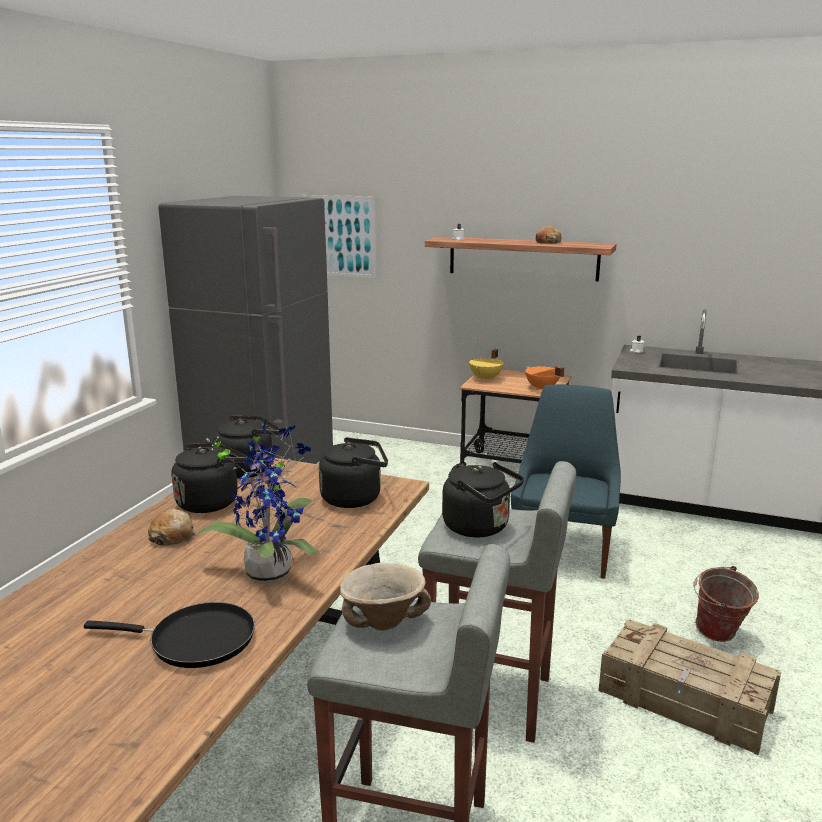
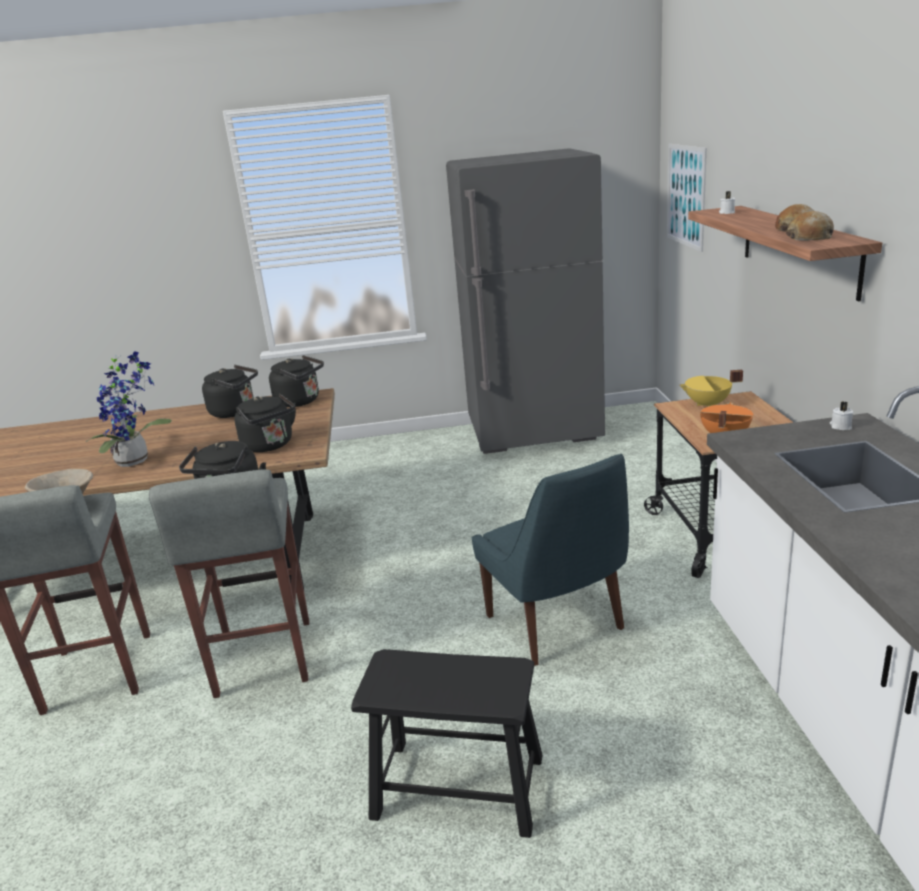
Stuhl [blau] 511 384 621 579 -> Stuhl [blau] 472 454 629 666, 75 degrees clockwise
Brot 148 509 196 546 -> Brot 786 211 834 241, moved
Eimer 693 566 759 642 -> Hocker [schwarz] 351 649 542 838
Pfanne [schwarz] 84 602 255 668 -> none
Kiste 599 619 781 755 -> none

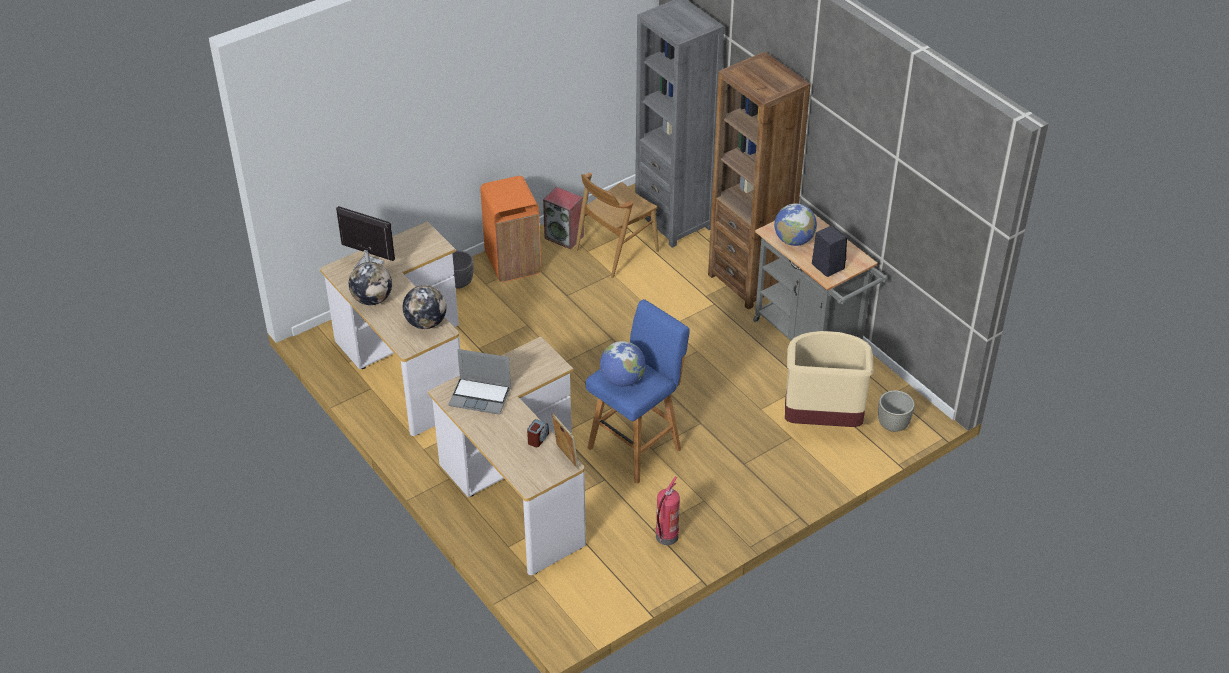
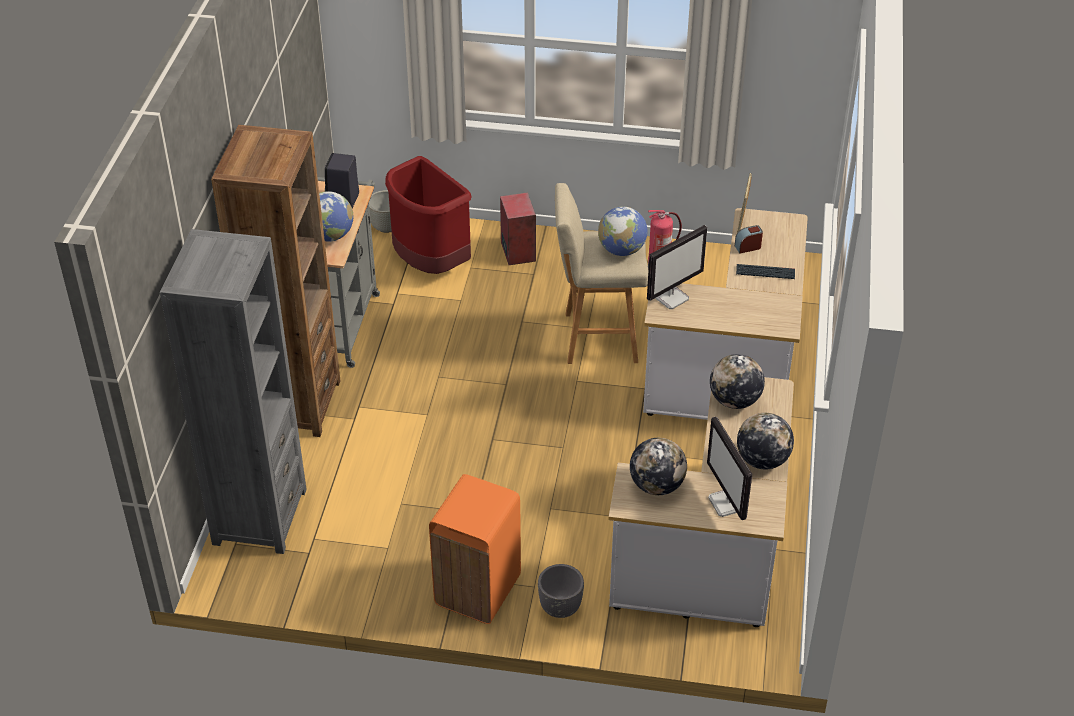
Stuhl [braun] 575 173 659 278 -> none
Lautsprecher 543 187 584 249 -> Lautsprecher 500 192 536 265, moved
Hocker [blau] 586 299 690 484 -> Hocker [beige] 555 183 648 364
Mülleimer [beige] 785 331 873 427 -> Mülleimer [rot] 385 156 471 274
Laptop 448 349 511 414 -> none
none -> Monitor 647 225 707 309
none -> Tastatur 736 264 795 279
none -> Globus 630 438 687 495

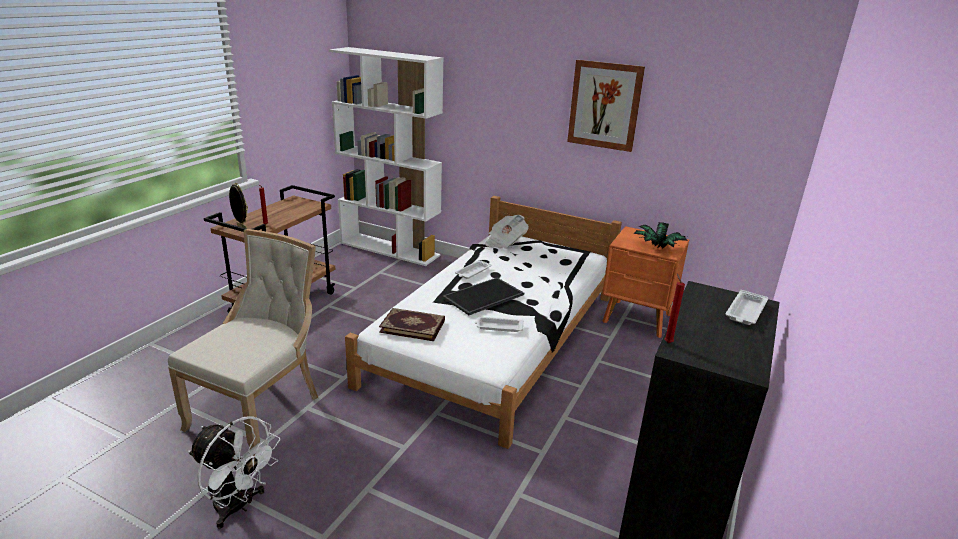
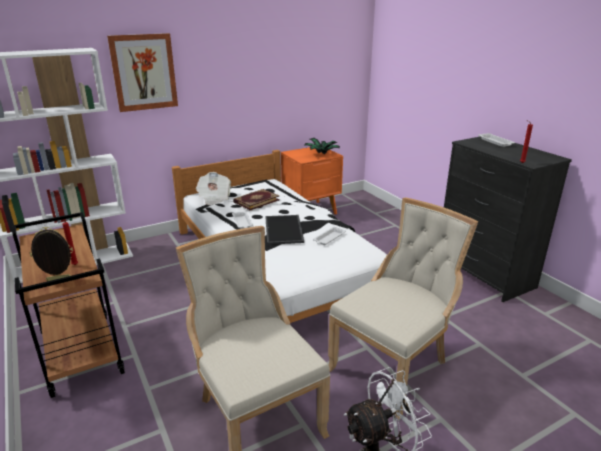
Bild 567 60 645 152 -> Bild 107 33 178 112, moved
Buch 379 308 445 341 -> Buch 233 189 279 210, moved
none -> Stuhl [beige] 328 197 478 419

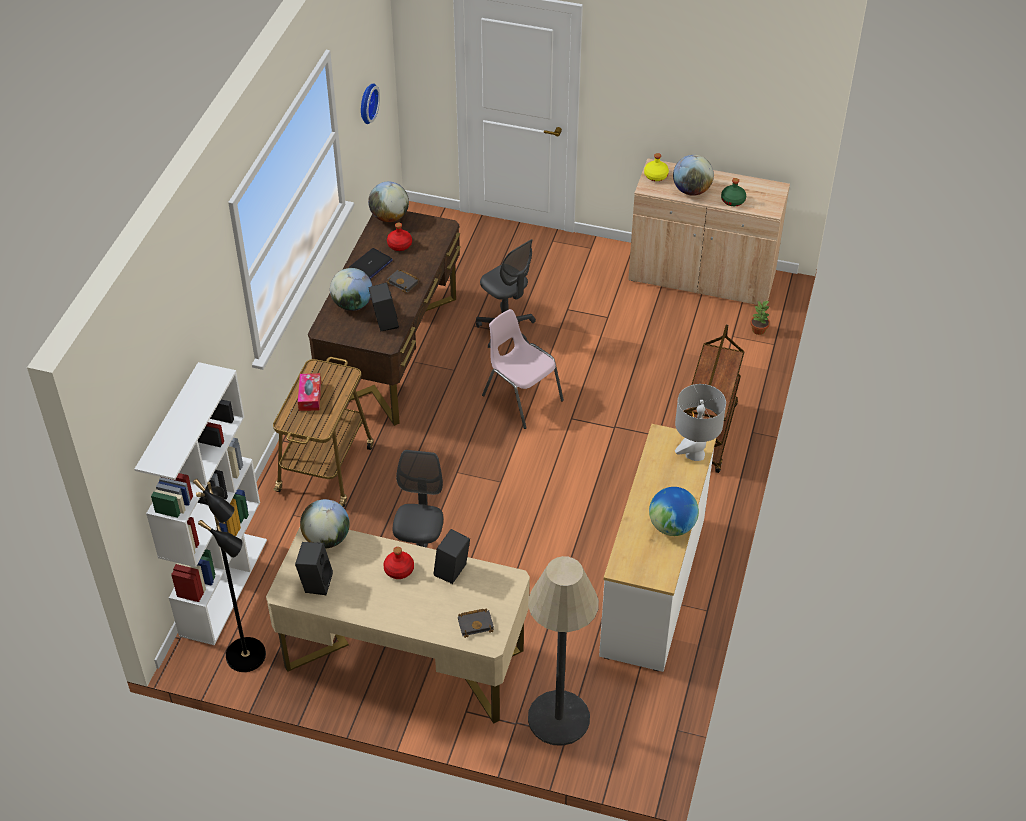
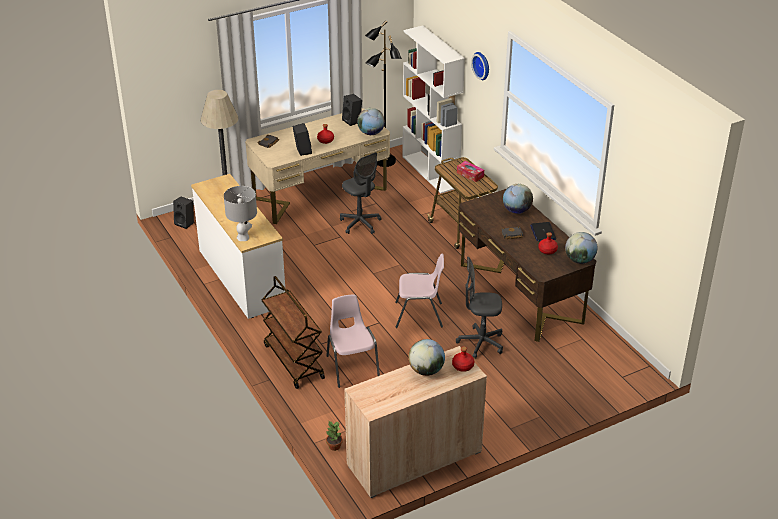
Wanduhr 361 83 380 124 -> Wanduhr 471 52 489 80, moved
Flasche [gelb] 644 153 669 181 -> Flasche [rot] 452 347 474 372
Flasche [grün] 721 178 746 206 -> none
Lautsprecher [schwarz] 368 282 399 332 -> Lautsprecher [schwarz] 173 196 194 229, moved
Globus 649 487 699 536 -> none
none -> Stuhl [rosa] 326 295 380 388

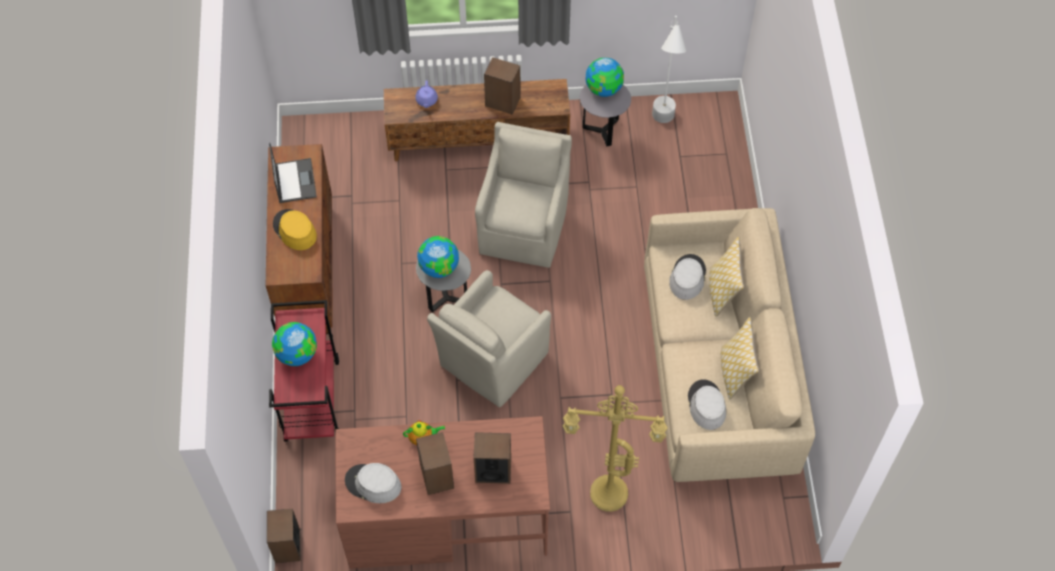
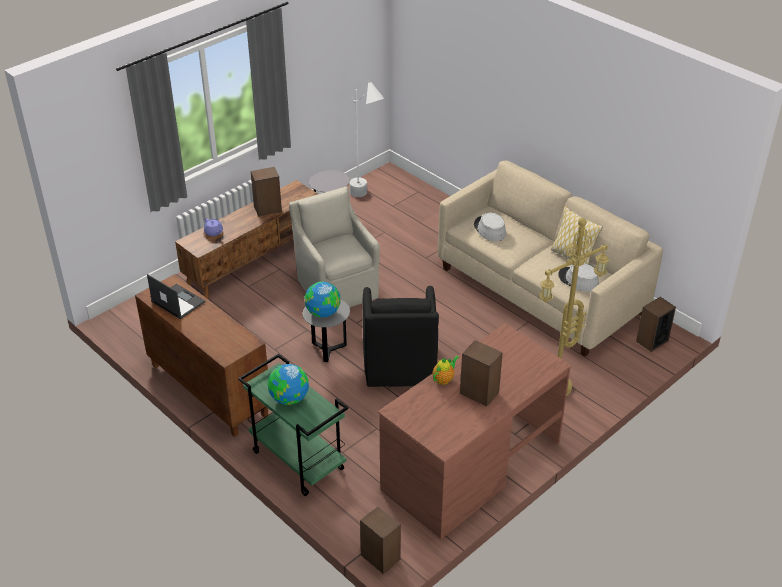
Globus 586 58 624 97 -> none
Hut [gelb] 273 209 317 250 -> none
Kissen 709 237 744 317 -> none
Sessel [beige] 427 270 551 407 -> Sessel [schwarz] 362 286 439 387
Rollwagen [rot] 269 300 339 442 -> Rollwagen [grün] 238 354 348 496
Lautsprecher 473 432 511 484 -> Lautsprecher 636 297 676 352, moved
Hut [grau] 345 463 401 503 -> none

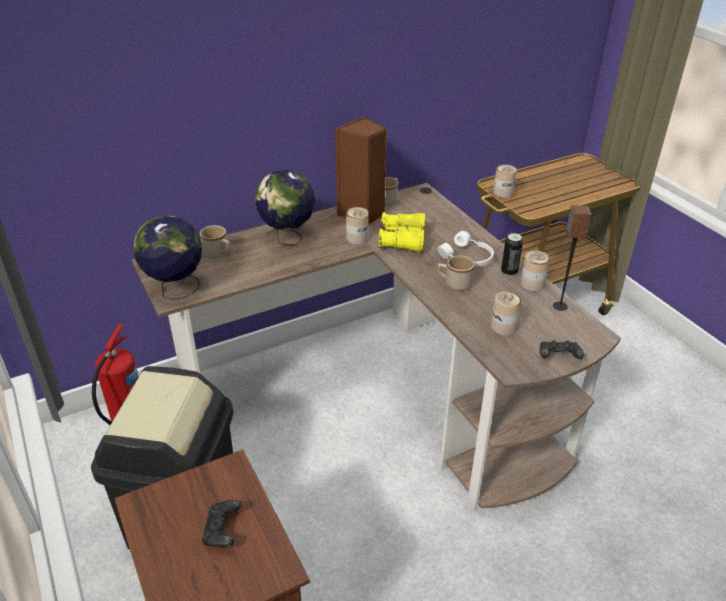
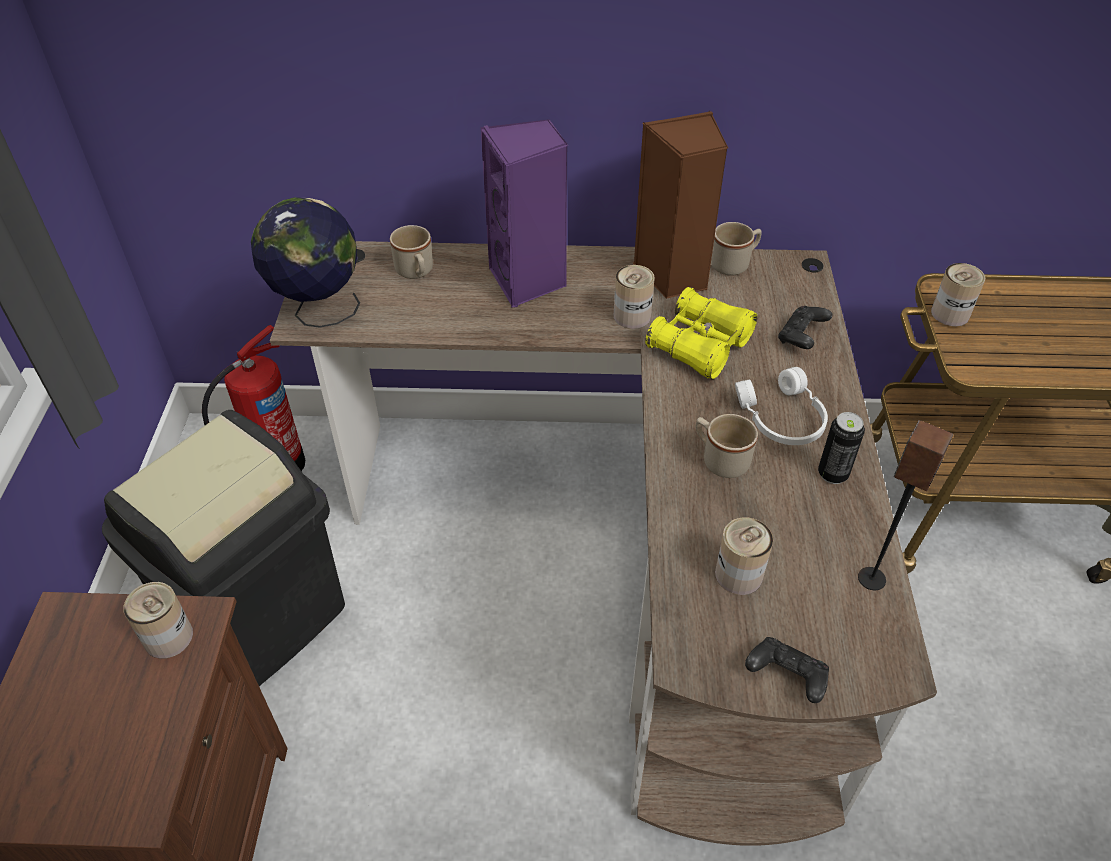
Globus 255 170 315 245 -> Lautsprecher [lila] 480 119 569 308
Dose 521 251 550 291 -> Dose 123 582 193 659, moved
Gamepad [schwarz] 202 499 241 548 -> Gamepad [schwarz] 778 306 832 349, moved

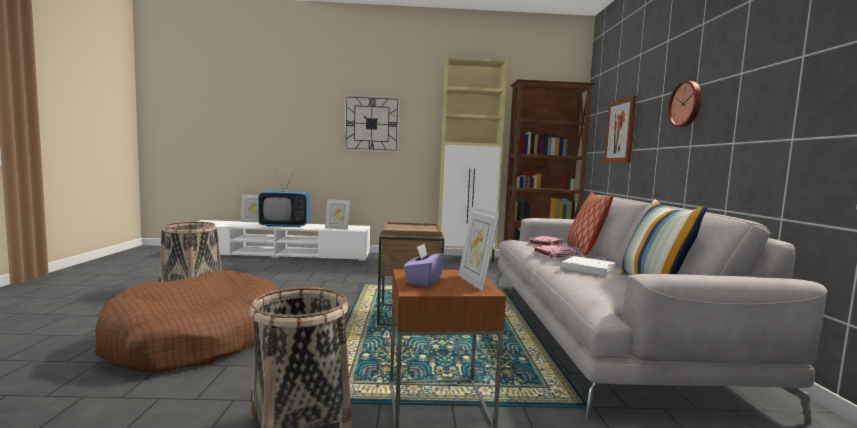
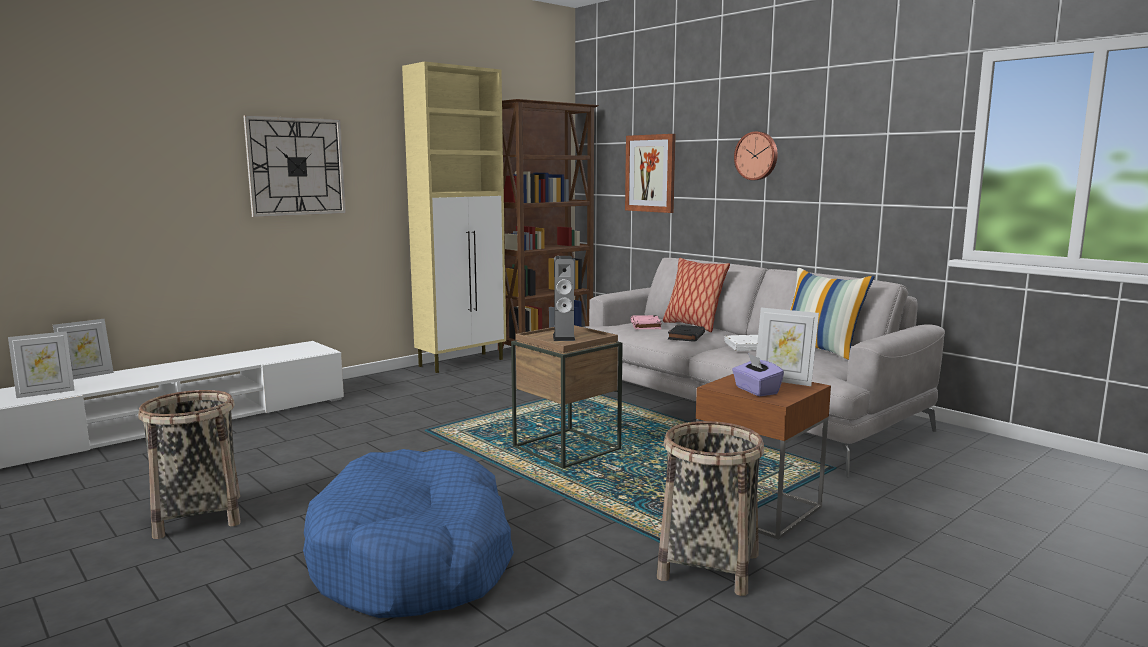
Fernseher 258 169 310 227 -> none
Bilderrahmen 325 199 350 230 -> Bilderrahmen 8 331 75 398, moved
Buch [rosa] 533 245 577 258 -> Buch [schwarz] 668 325 705 342
Hundebett [braun] 95 270 276 373 -> Hundebett [blau] 303 449 514 618
none -> Lautsprecher 553 256 575 341

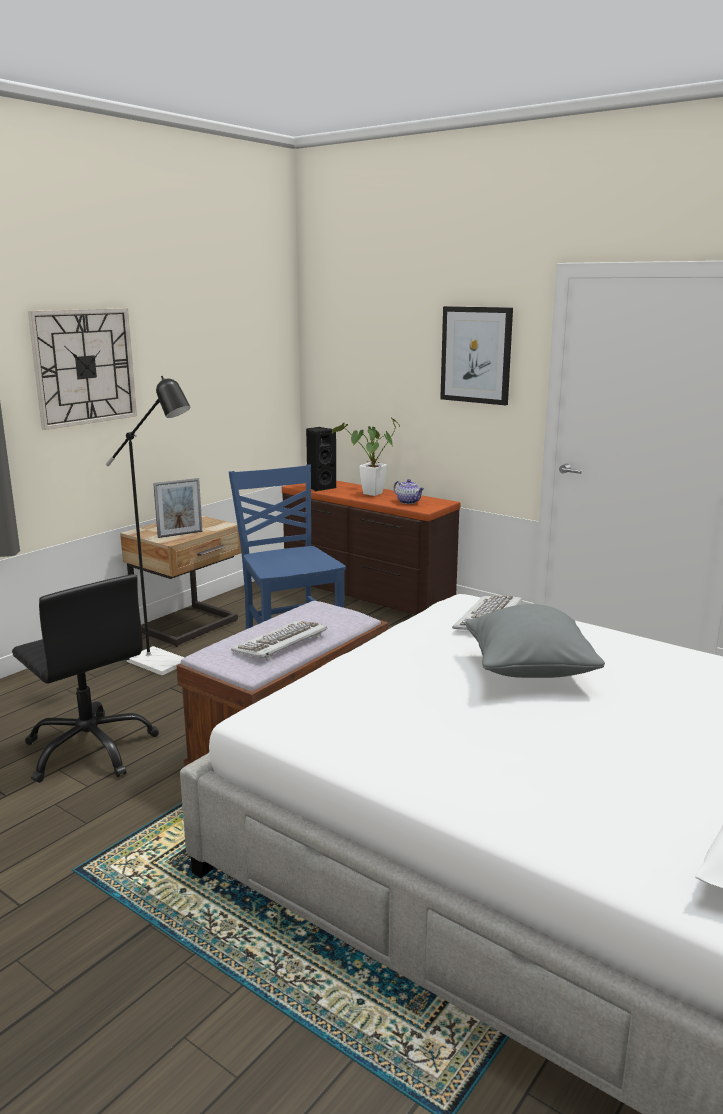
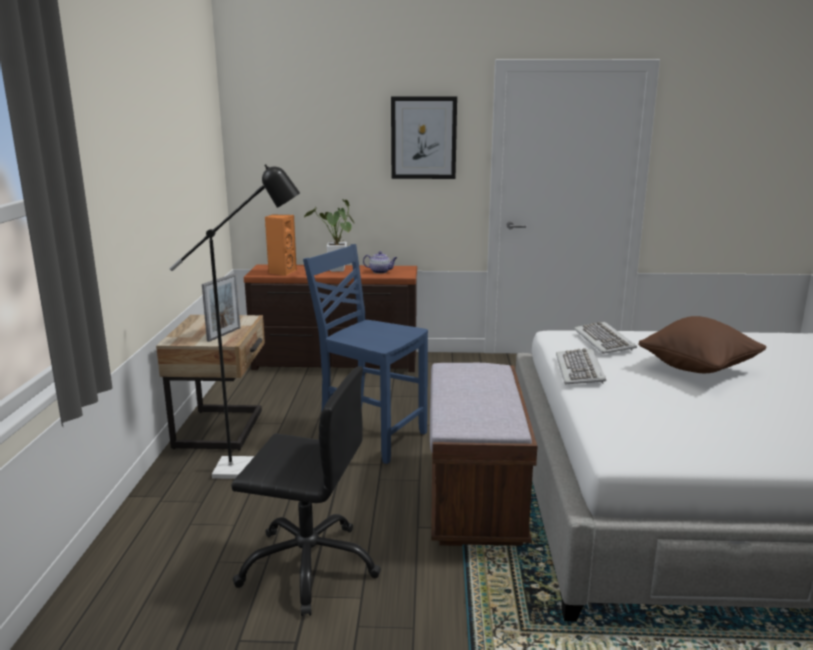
Wanduhr 28 308 137 430 -> none
Lautsprecher [schwarz] 306 427 336 492 -> Lautsprecher [orange] 265 214 297 276
Kissen [grau] 465 604 605 678 -> Kissen [braun] 638 316 766 373
Tastatur 231 621 327 661 -> Tastatur 556 348 606 384, moved

